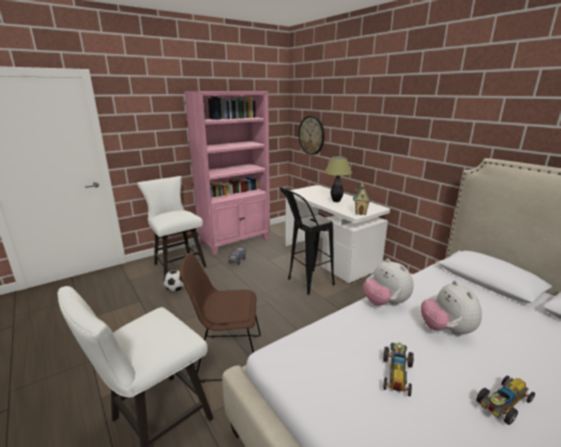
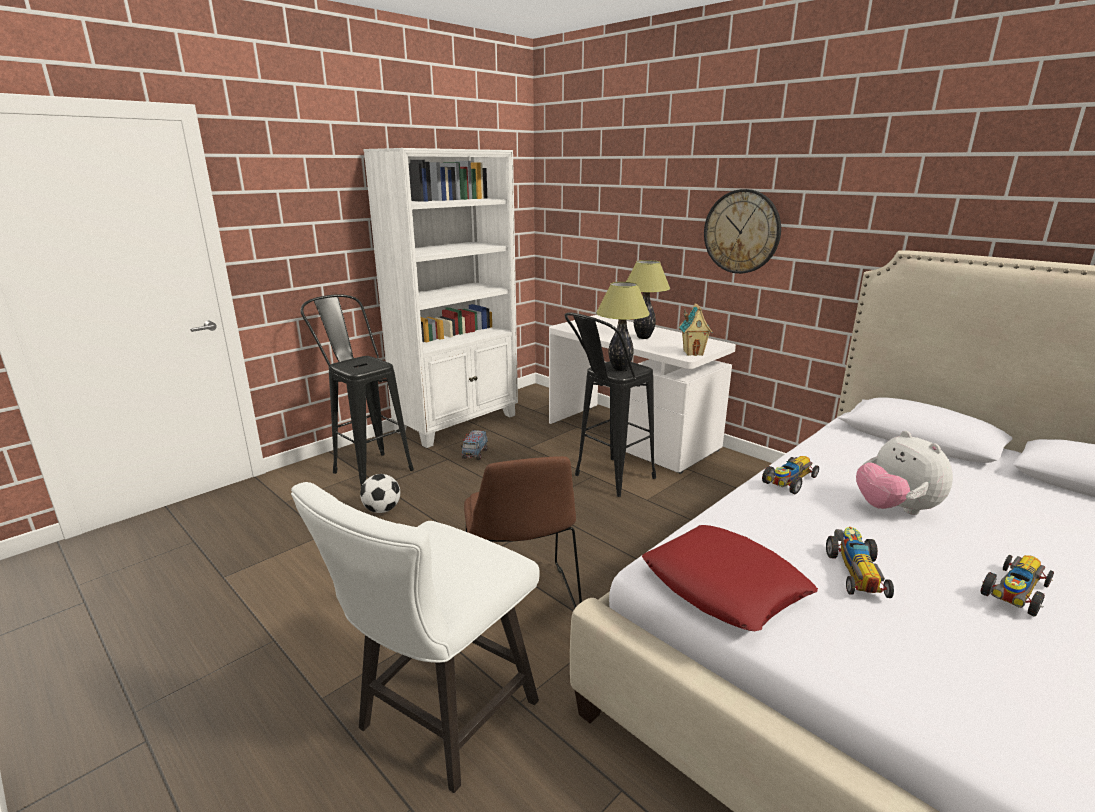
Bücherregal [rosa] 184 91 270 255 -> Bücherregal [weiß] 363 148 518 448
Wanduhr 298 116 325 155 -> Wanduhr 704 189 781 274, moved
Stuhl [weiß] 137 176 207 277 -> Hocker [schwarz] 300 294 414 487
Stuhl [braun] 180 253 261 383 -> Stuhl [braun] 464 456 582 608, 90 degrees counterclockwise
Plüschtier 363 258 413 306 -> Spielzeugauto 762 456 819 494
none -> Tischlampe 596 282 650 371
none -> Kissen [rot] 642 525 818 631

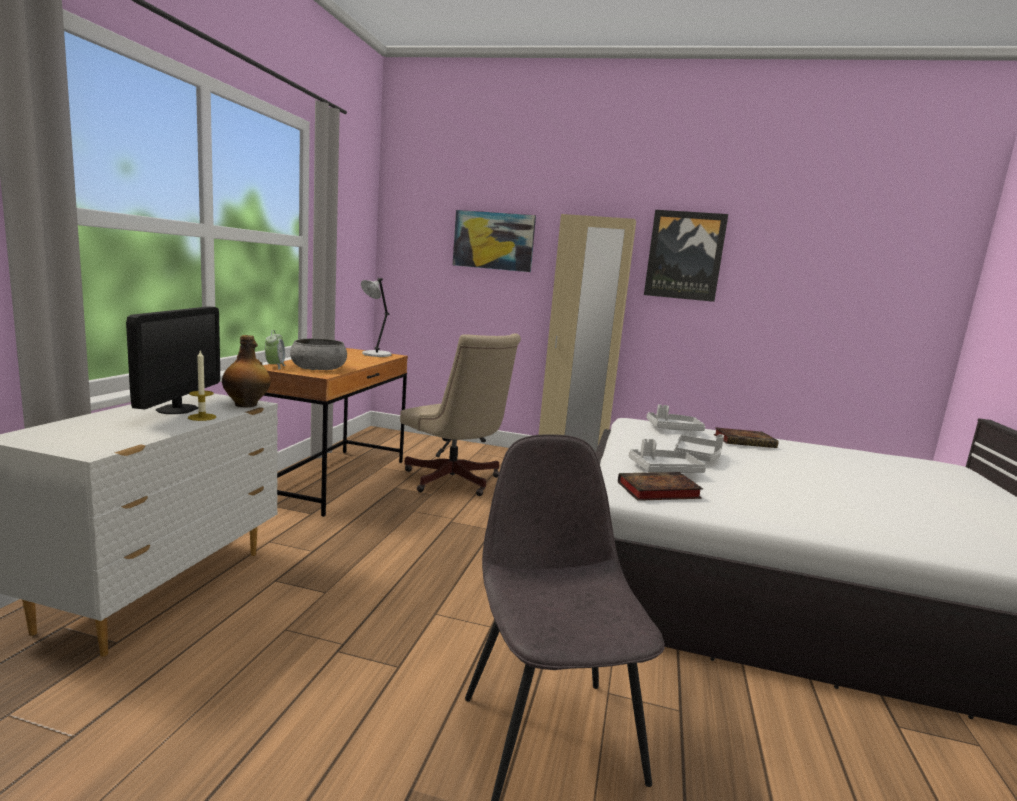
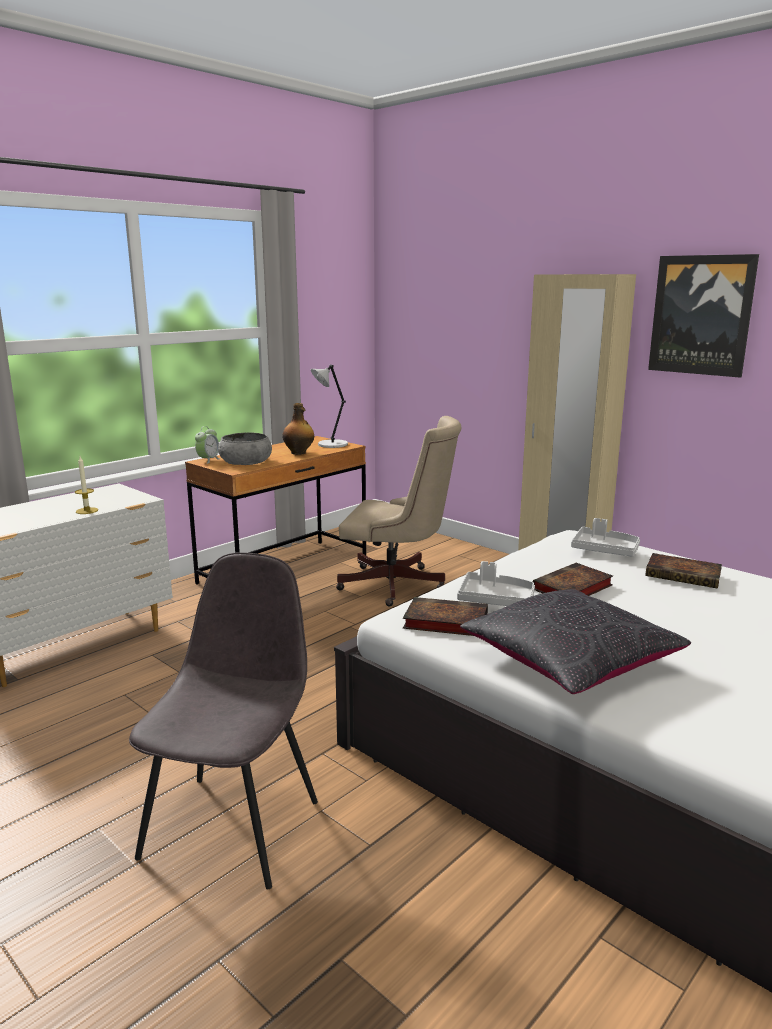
Bild 453 210 536 272 -> none
Monitor 126 306 220 414 -> none
Bürostuhl [beige] 400 333 521 496 -> Bürostuhl [beige] 336 416 462 607, 60 degrees counterclockwise
Flasche 222 335 271 407 -> Flasche 282 403 314 455, moved
Tablett [grau] 674 434 724 462 -> Buch 532 563 613 596
none -> Kissen [schwarz] 460 589 691 694

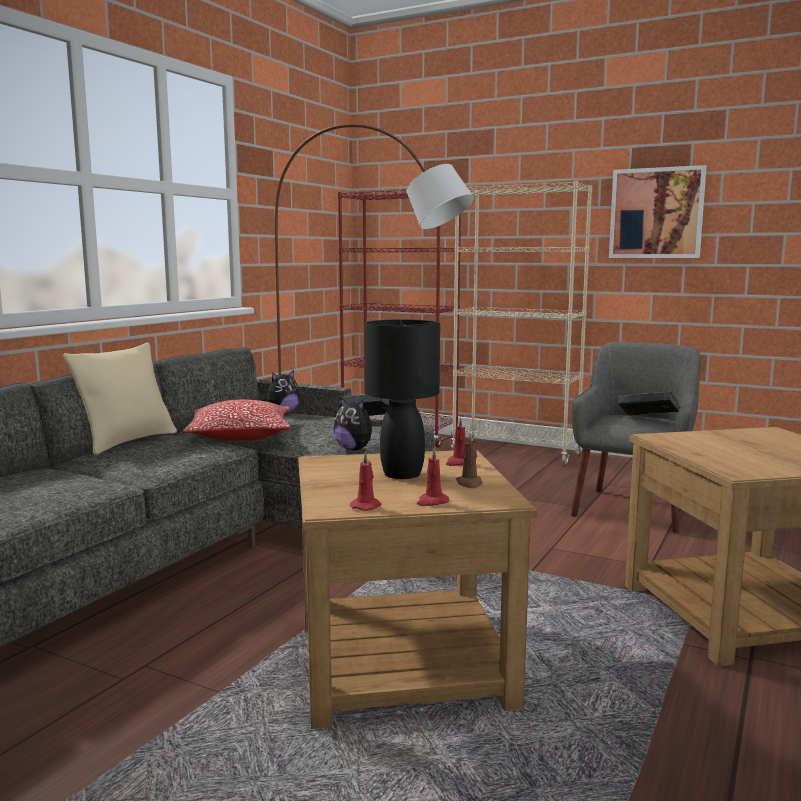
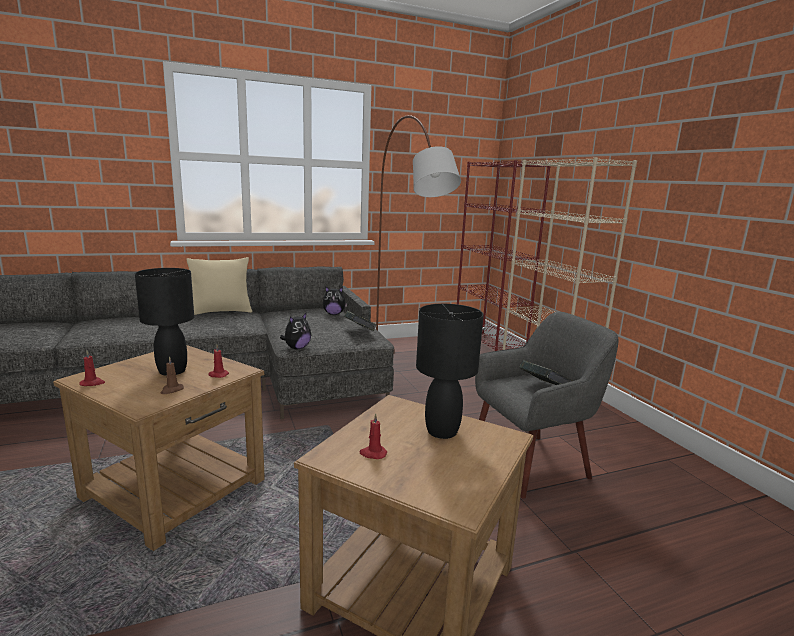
Bild 609 165 707 258 -> none
Plüschtier 333 396 379 450 -> Plüschtier 280 313 311 349, 135 degrees counterclockwise
Kissen 182 399 290 441 -> none
Kerze [rot] 416 448 449 506 -> Kerze [rot] 360 413 387 459, moved
none -> Tischlampe [schwarz] 416 304 484 439

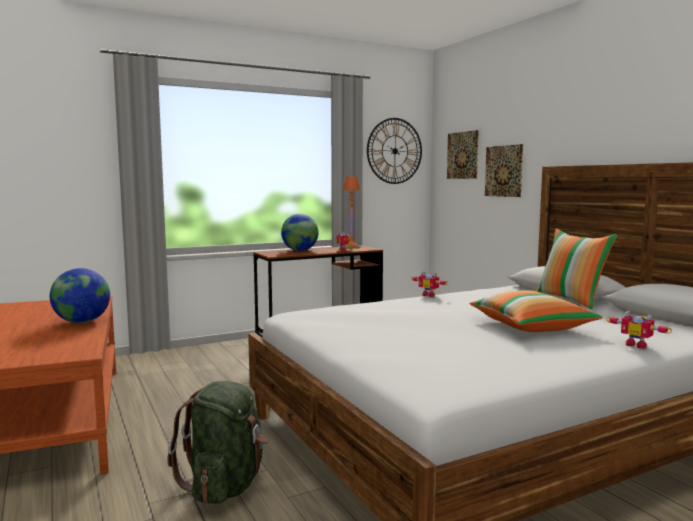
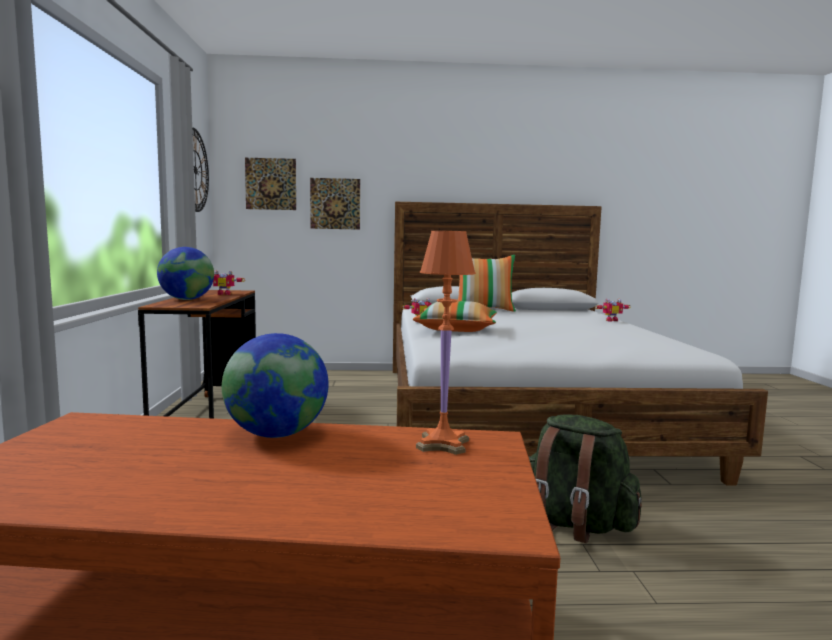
Tischlampe [orange] 343 176 361 249 -> Tischlampe [orange] 416 231 476 455, moved
Kissen 470 291 603 332 -> Kissen 413 301 497 332, moved

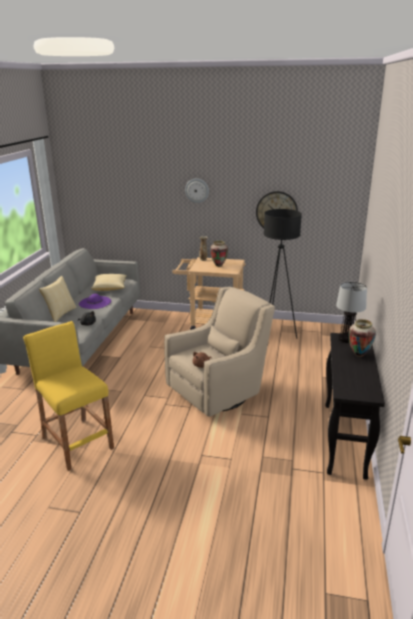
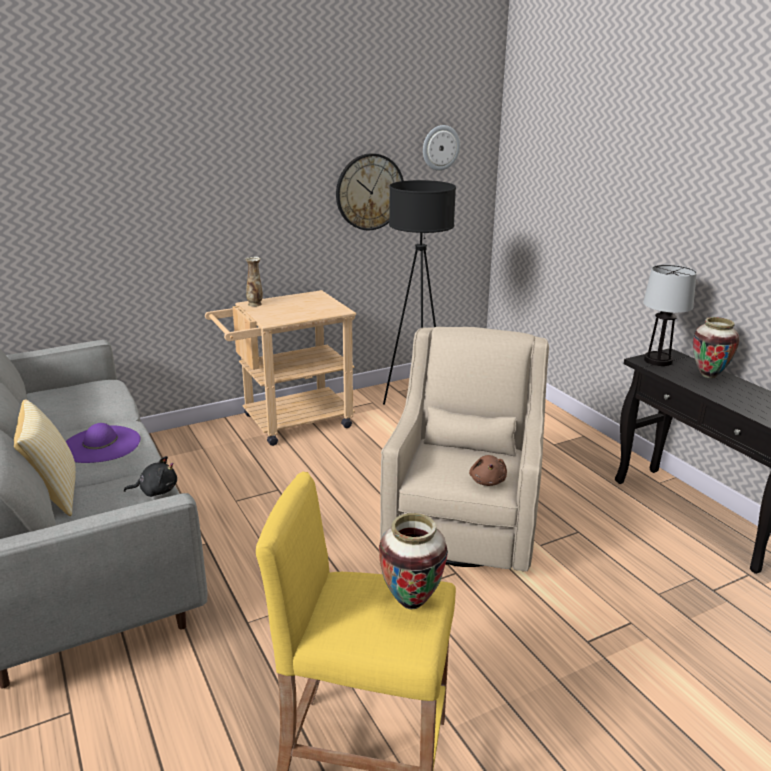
Wanduhr 185 178 209 203 -> Wanduhr 423 125 460 171, moved
Vase 210 241 228 267 -> Vase 379 513 448 609, moved
Kissen 91 274 127 291 -> none

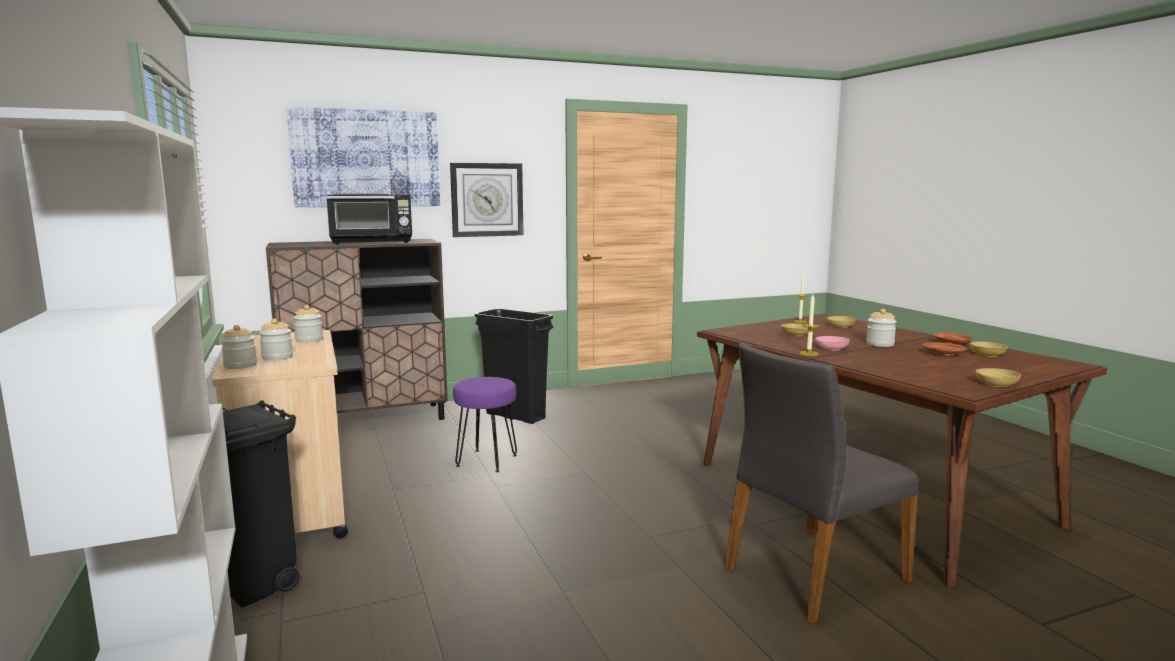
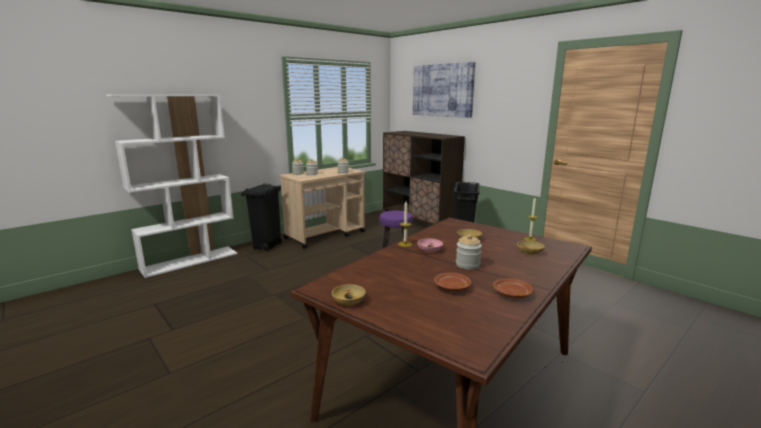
Wanduhr 450 163 524 237 -> none
Mikrowelle [schwarz] 326 194 412 244 -> none
Schüssel [beige] 970 341 1008 357 -> none
Stuhl [grau] 724 343 918 624 -> none

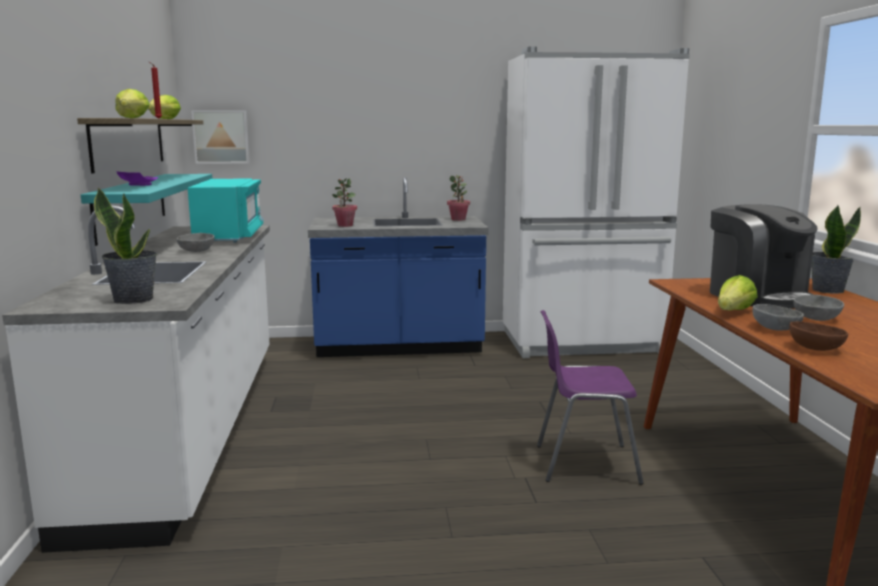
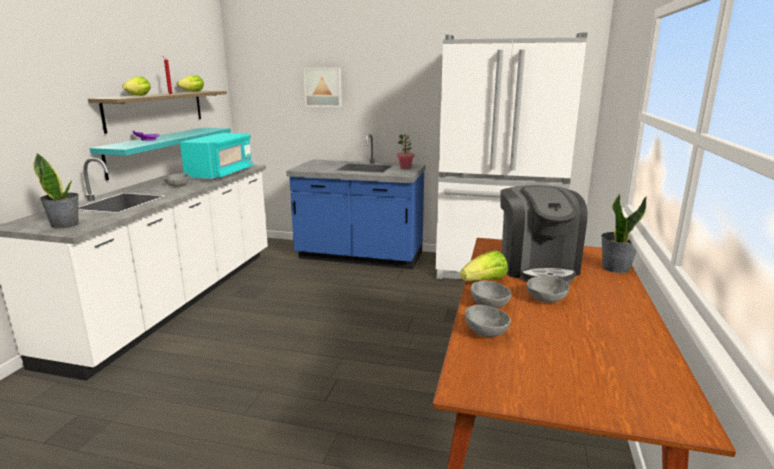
Bild 191 110 250 164 -> Bild 303 68 342 107, moved
Topfpflanze 332 178 357 227 -> none
Stuhl [lila] 537 310 643 485 -> none
Schüssel [braun] 789 321 848 351 -> Schüssel [grau] 465 305 511 337

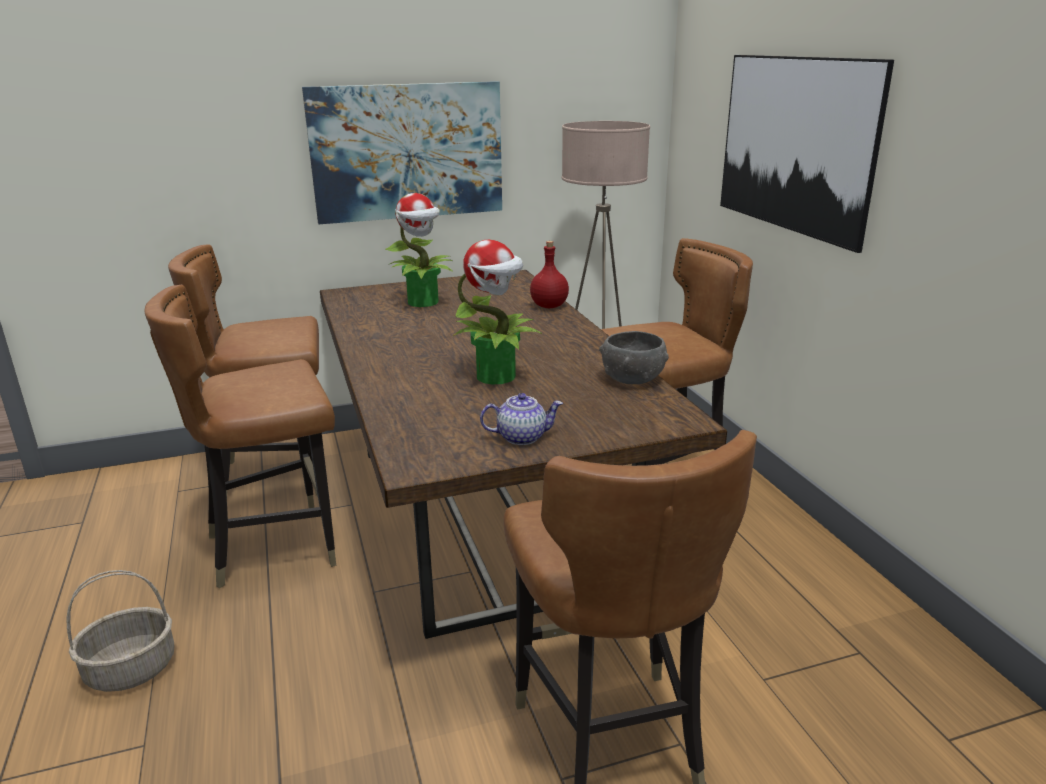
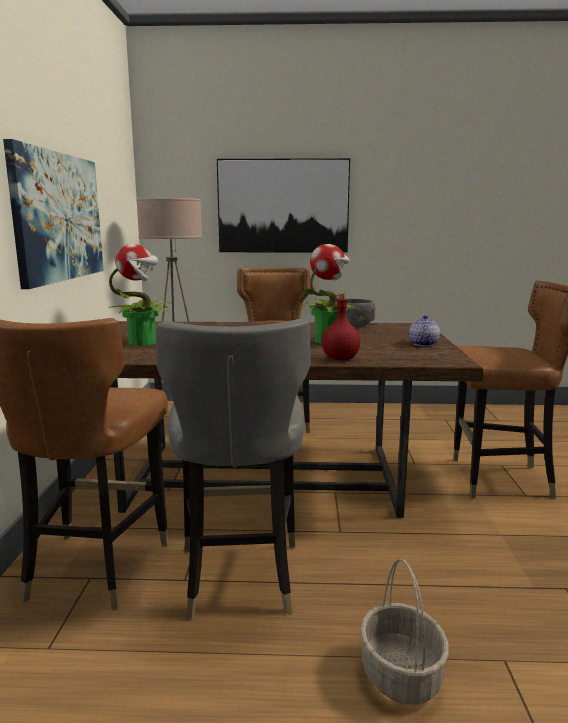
Flasche [rot] 530 241 569 308 -> Flasche [rot] 322 293 360 360, moved
Stuhl [braun] 145 285 336 588 -> Stuhl [grau] 156 319 311 619

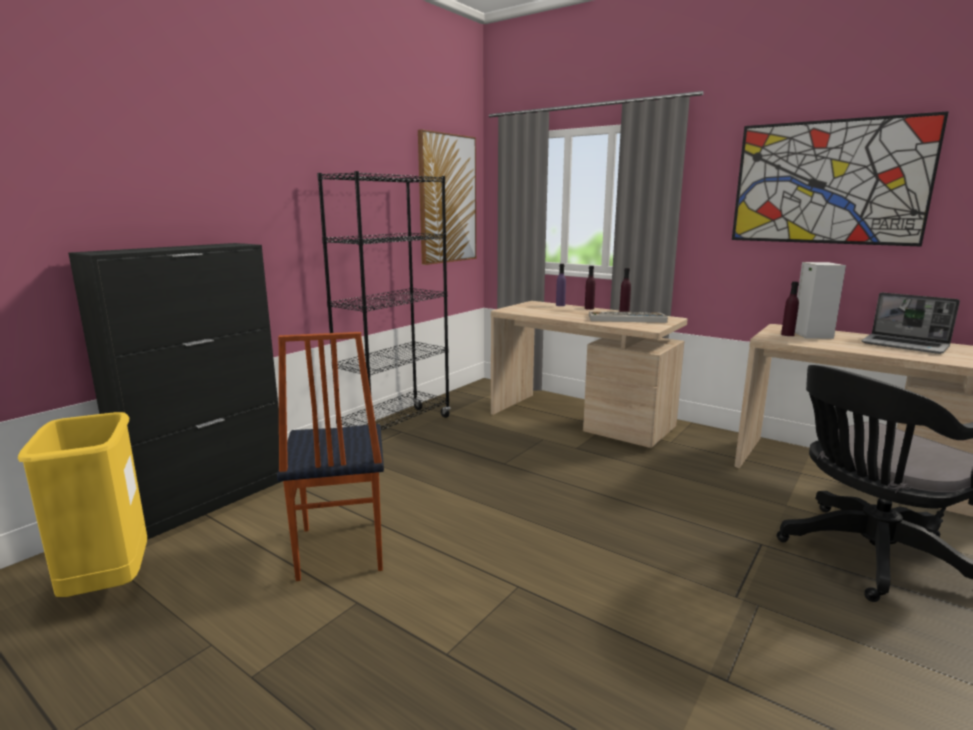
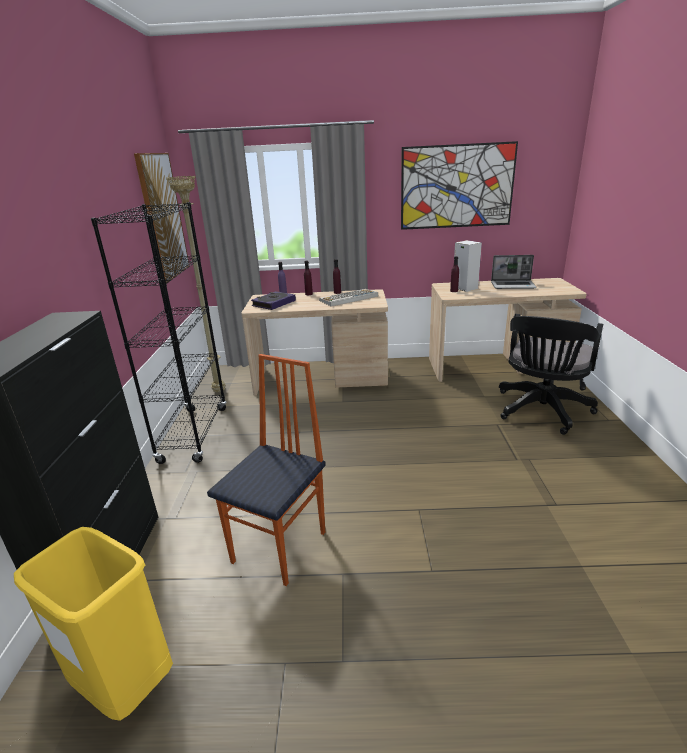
Stuhl 277 332 384 581 -> Stuhl 207 354 326 586, 105 degrees counterclockwise
none -> Stehlampe [beige] 166 175 226 392
none -> Buch 251 291 296 310

